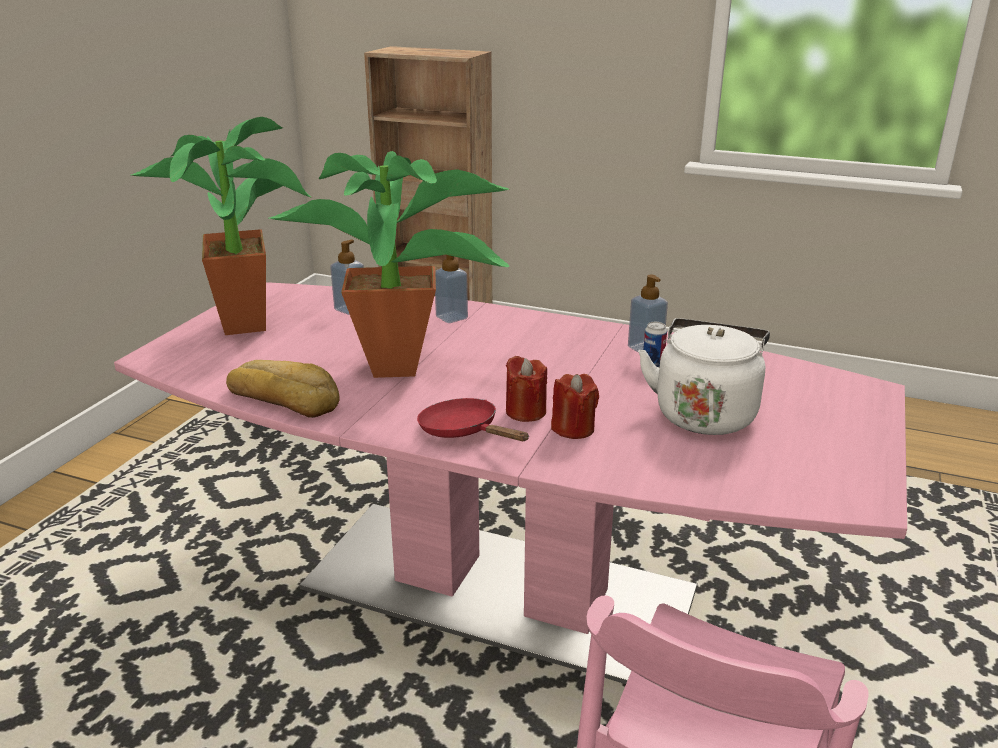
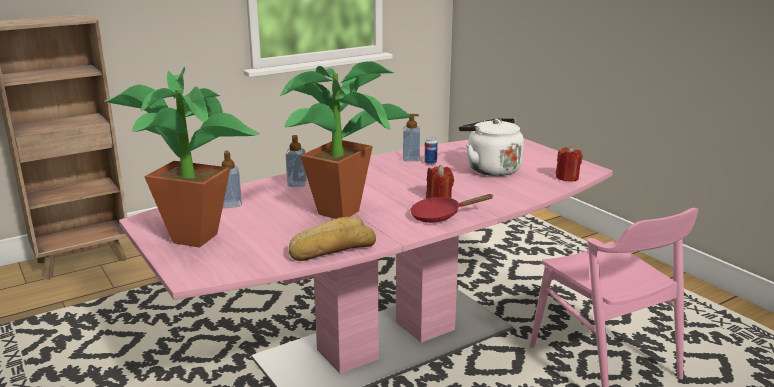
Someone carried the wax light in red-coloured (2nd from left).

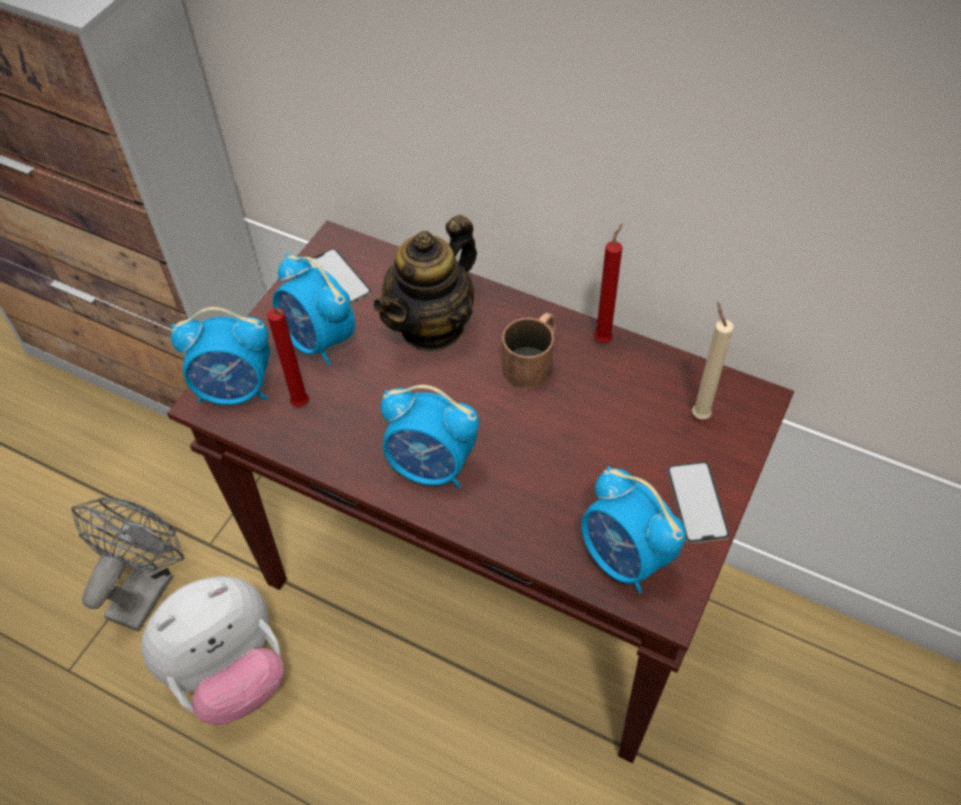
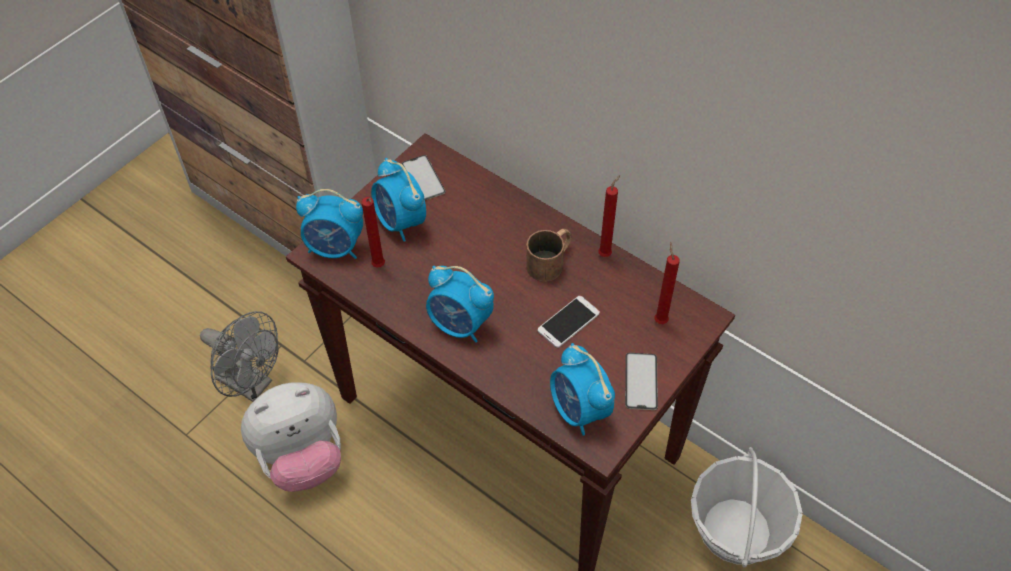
Someone took away the tea pot. Someone put down the handset (2nd from left). Someone put down the basket. Someone repainted the wax light in beige-coloured, which became the wax light in red-coloured (3rd from left). Someone rotated the cooling fan in gray by 90 degrees clockwise.

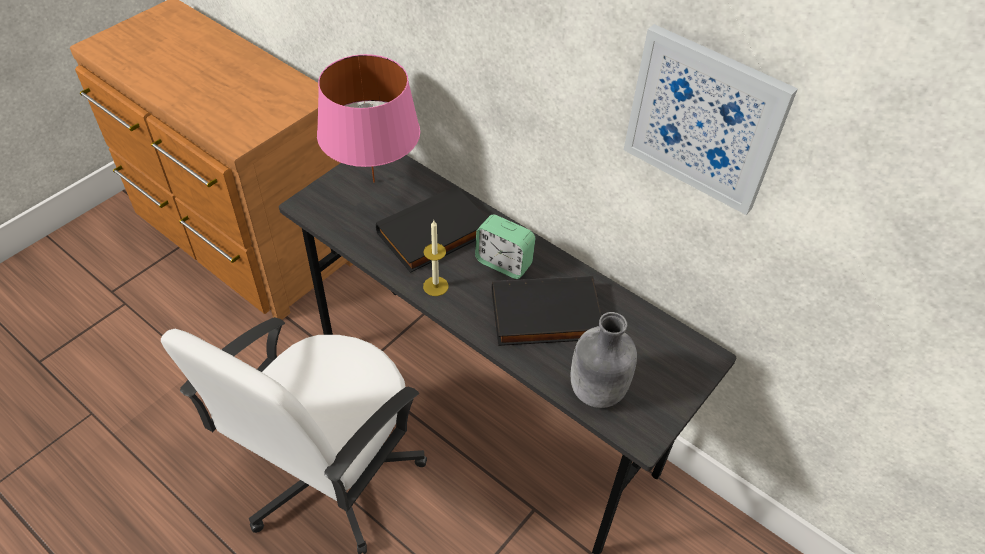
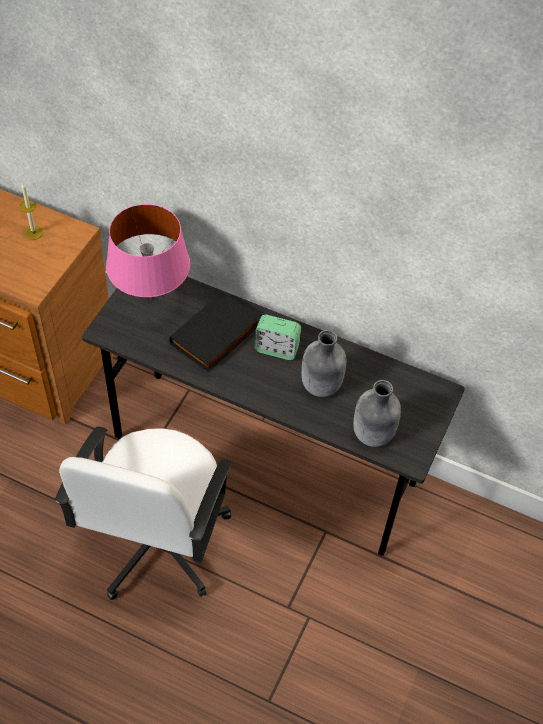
Someone took away the picture. Someone carried the wax light. Someone swapped the volume in blackish (2nd from left) for the drink bottle in gray (1st from left).

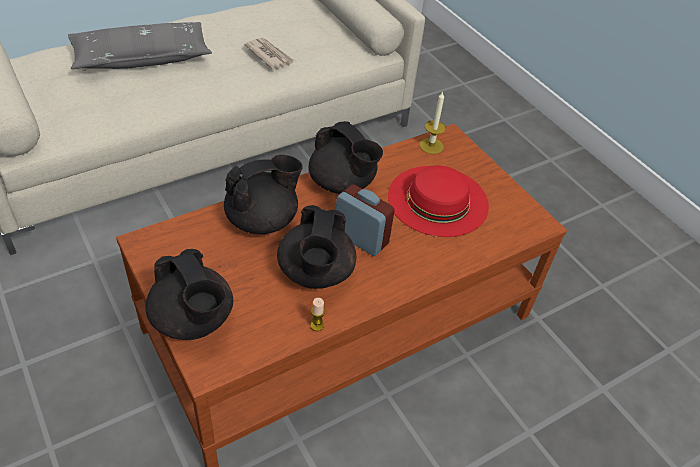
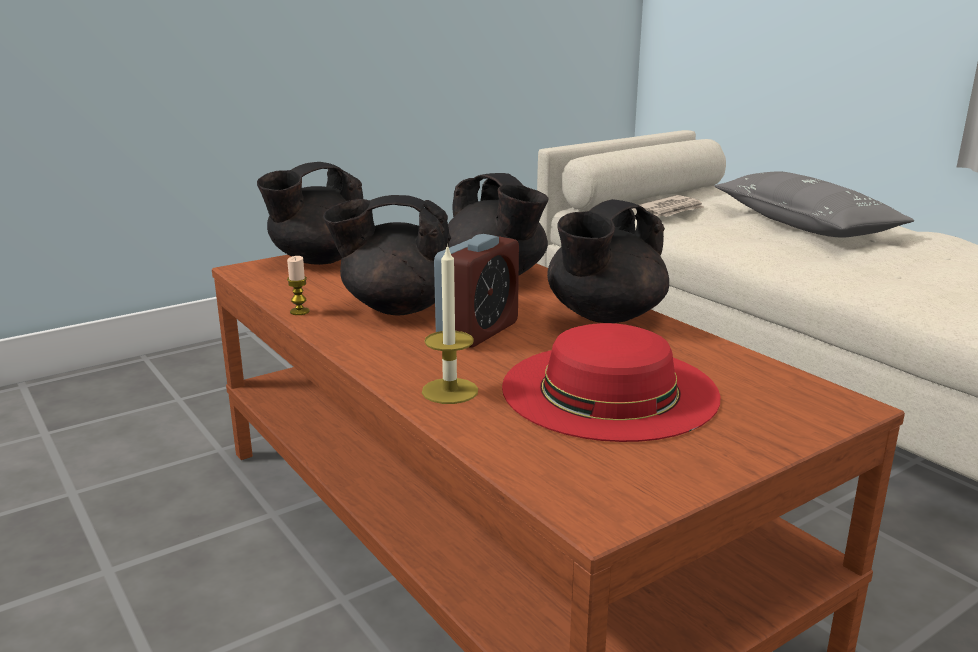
Someone carried the newspaper. Someone carried the wax light (2nd from left).

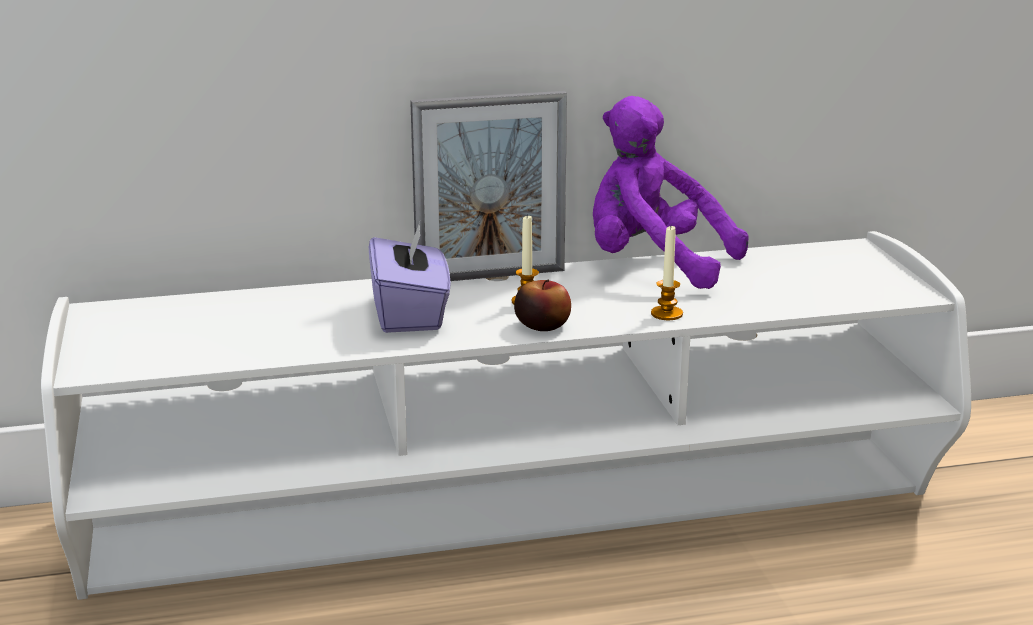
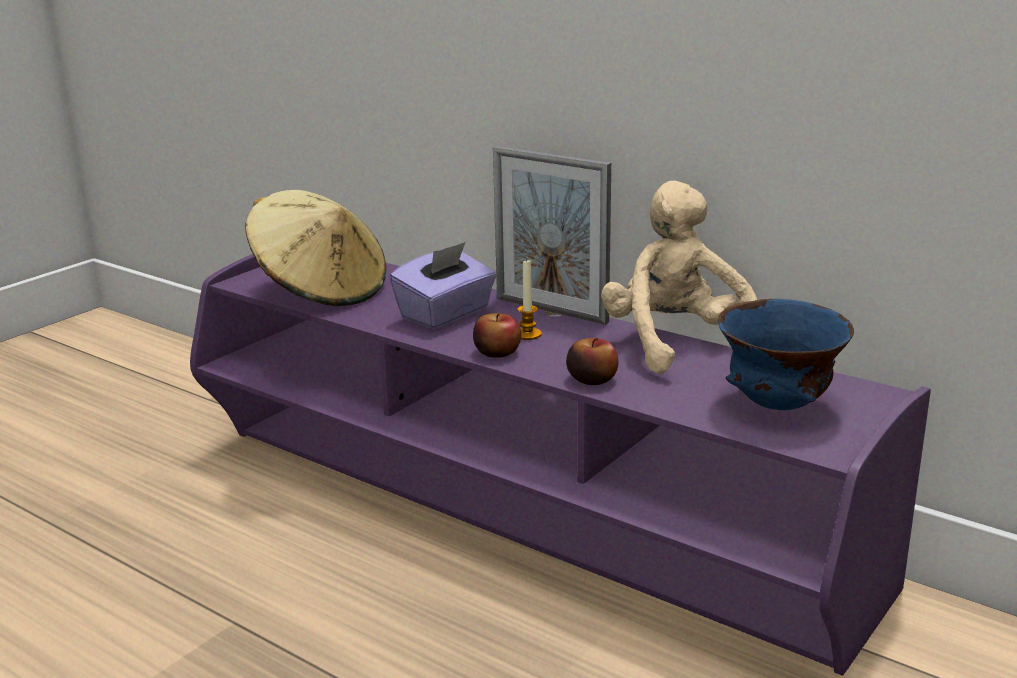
Someone put down the clothing hat in beige-coloured. Someone put down the deep dish in bluish. Someone swapped the wax light (2nd from left) for the apple fruit (2nd from left). Someone repainted the media console in whitish, which became the media console in purplish. Someone repainted the soft toy in purplish, which became the soft toy in beige-coloured.

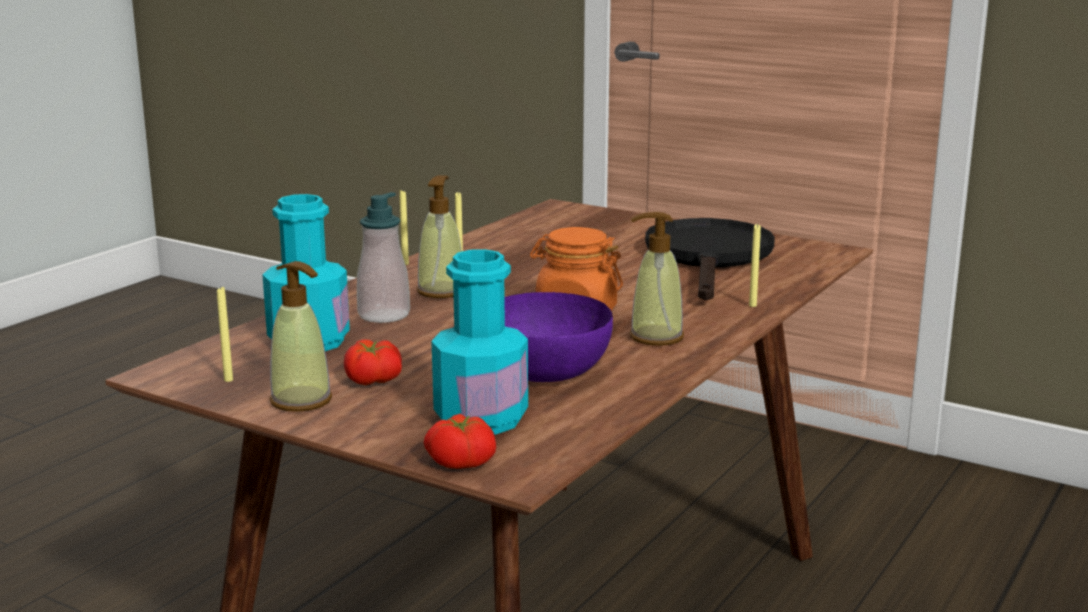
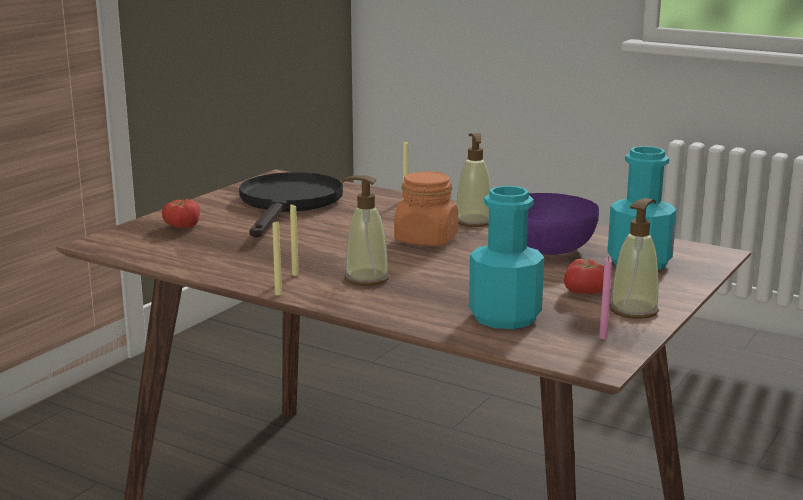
Someone took away the soap dispenser (2nd from left). Someone carried the whole tomato (2nd from left in the first image). Someone repainted the wax light in yellowish (1st from left), which became the wax light in pink. Someone rotated the frying pan in blackish by 90 degrees clockwise.

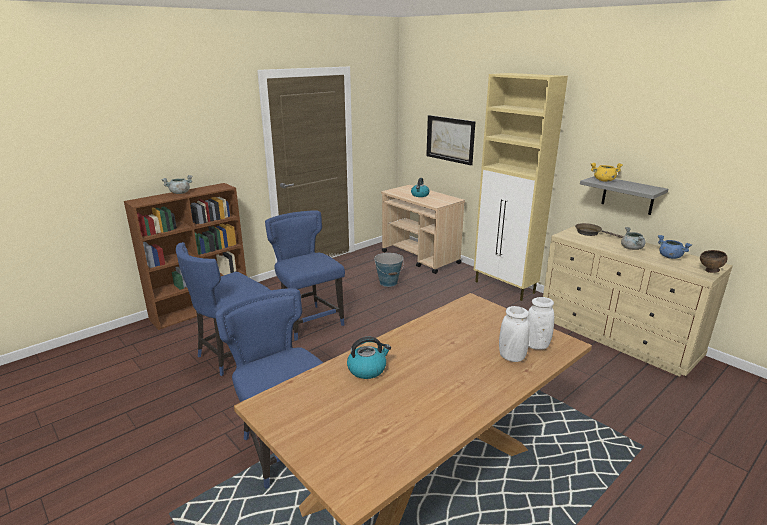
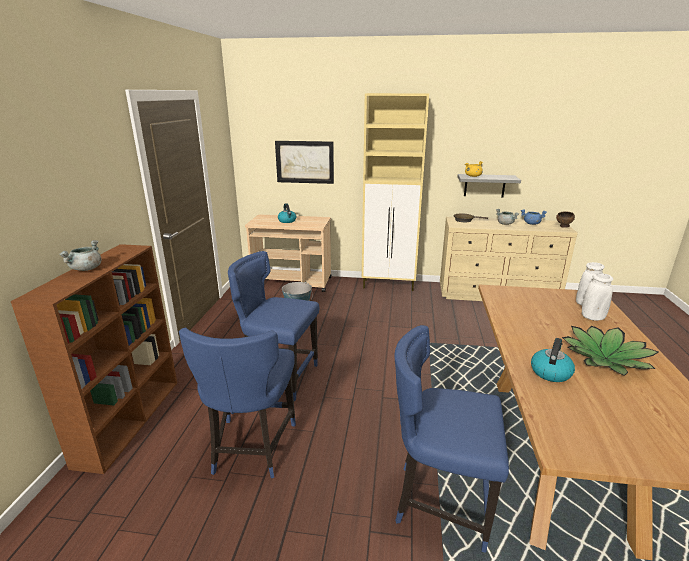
Someone put down the plant in a pot.

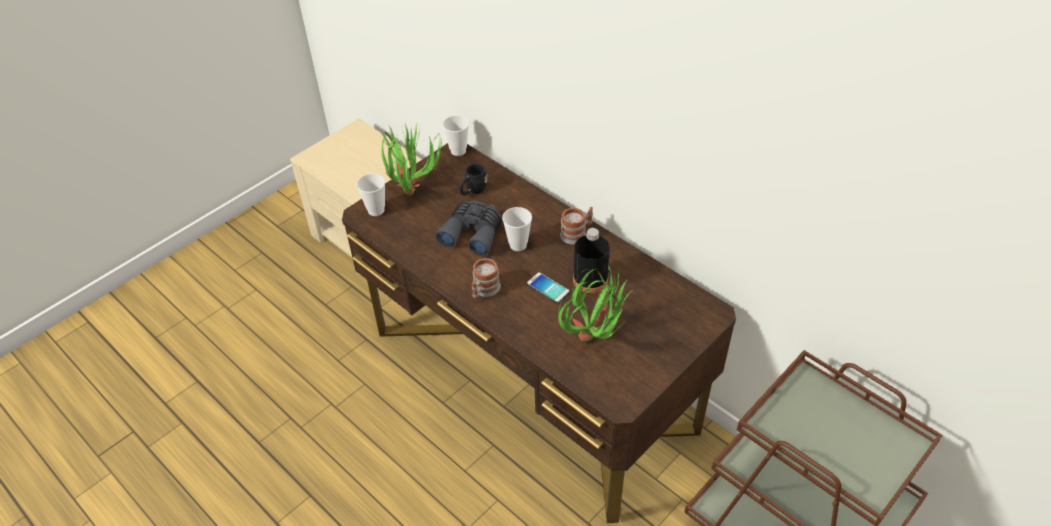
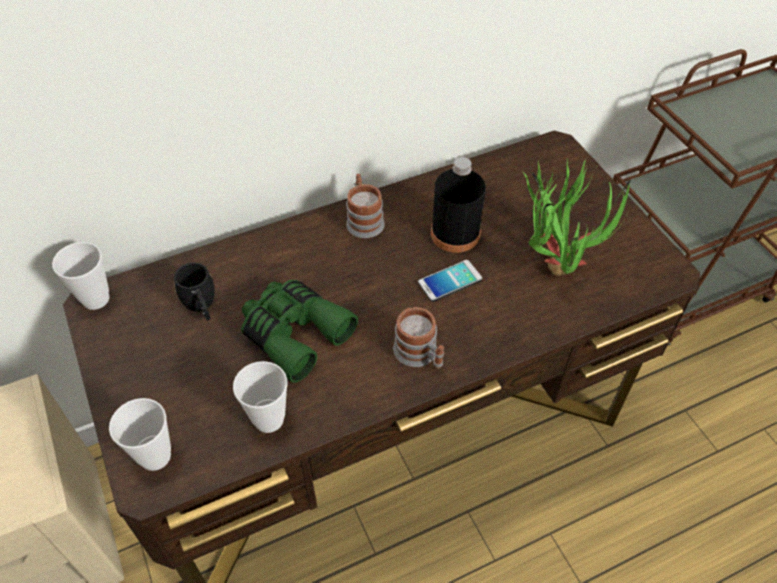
Someone took away the plant in a pot (1st from left). Someone carried the small cup (3rd from left). Someone repainted the pair of binoculars in gray, which became the pair of binoculars in green.

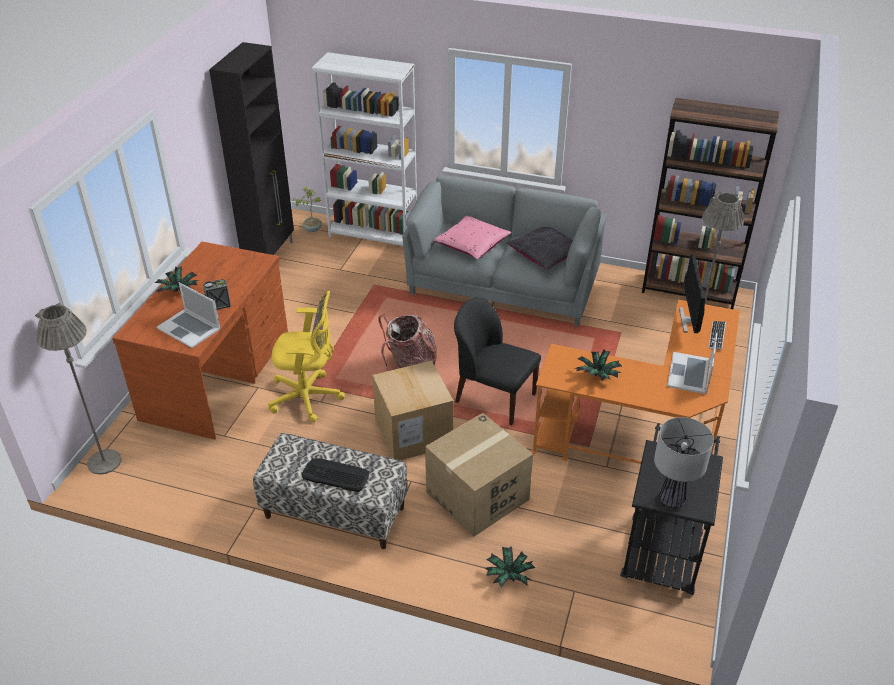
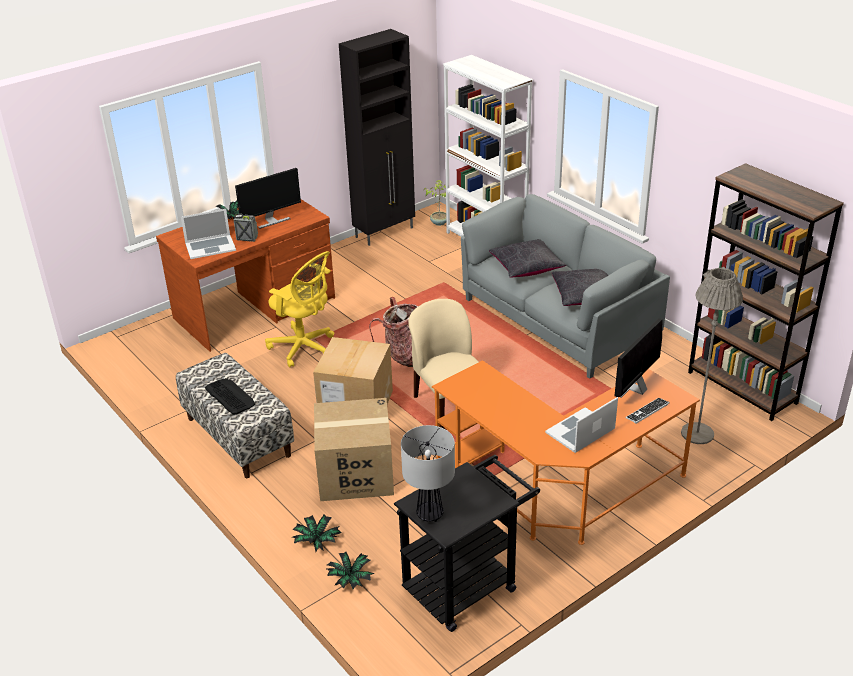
Someone took away the standard lamp in gray (1st from left). Someone put down the monitor (1st from left). Someone carried the plant in a pot (4th from left in the first image). Someone repainted the throw pillow in pink, which became the throw pillow in blackish (1st from left). Someone repainted the upright chair in blackish, which became the upright chair in beige-coloured. Someone rotated the portable computer (1st from left) by 90 degrees counterclockwise.

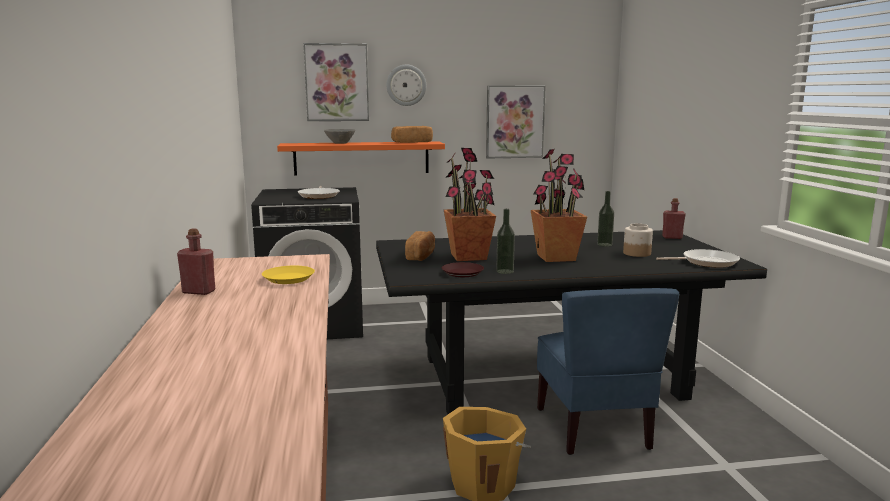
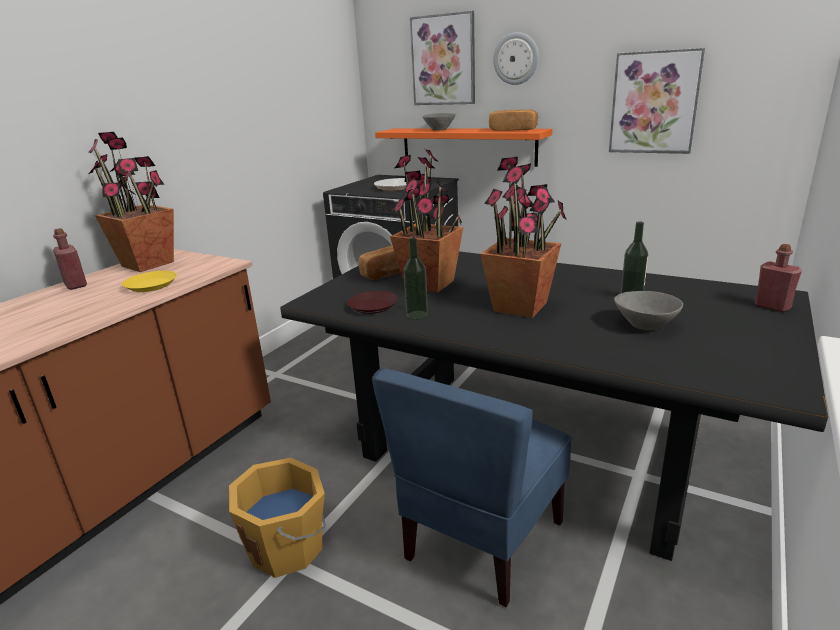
Someone took away the frying pan (2nd from left). Someone put down the plant in a pot (1st from left). Someone swapped the preserve jar for the deep dish in gray (2nd from left).

